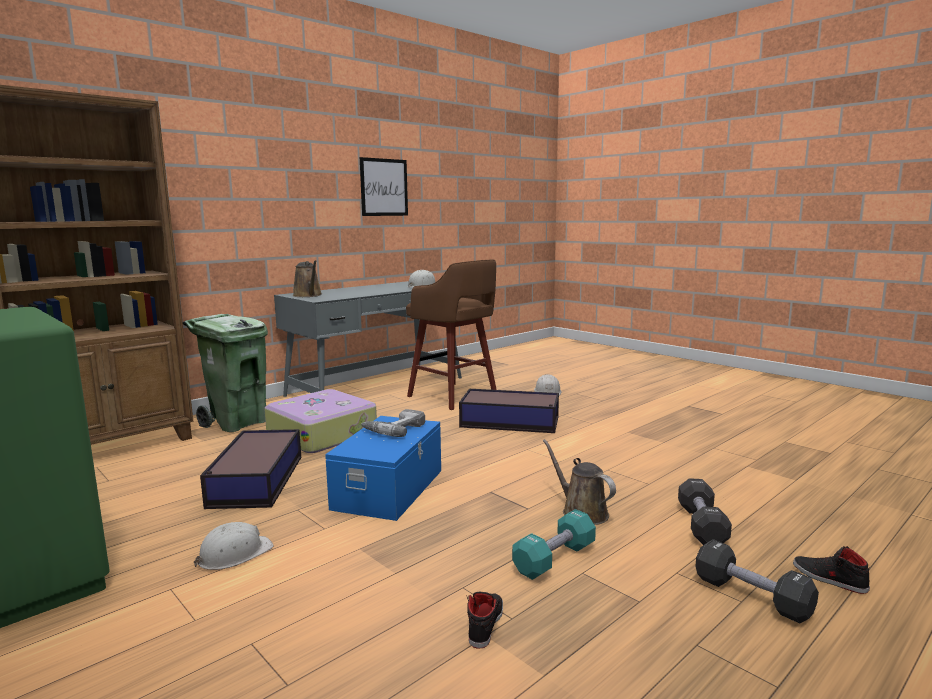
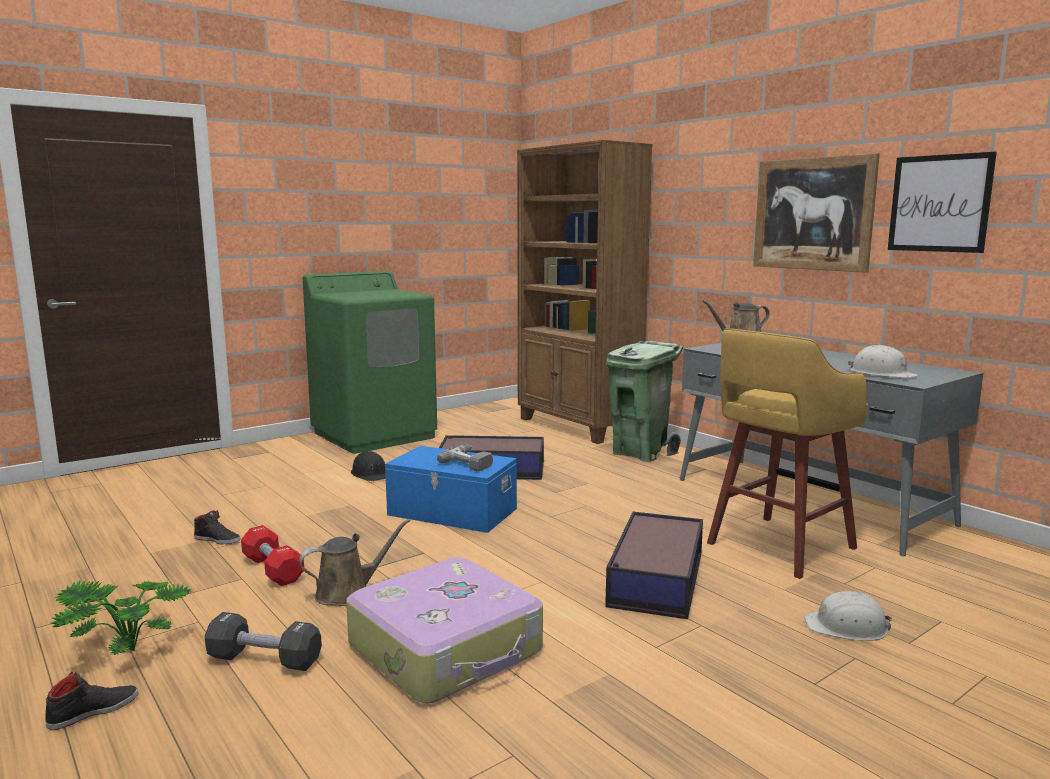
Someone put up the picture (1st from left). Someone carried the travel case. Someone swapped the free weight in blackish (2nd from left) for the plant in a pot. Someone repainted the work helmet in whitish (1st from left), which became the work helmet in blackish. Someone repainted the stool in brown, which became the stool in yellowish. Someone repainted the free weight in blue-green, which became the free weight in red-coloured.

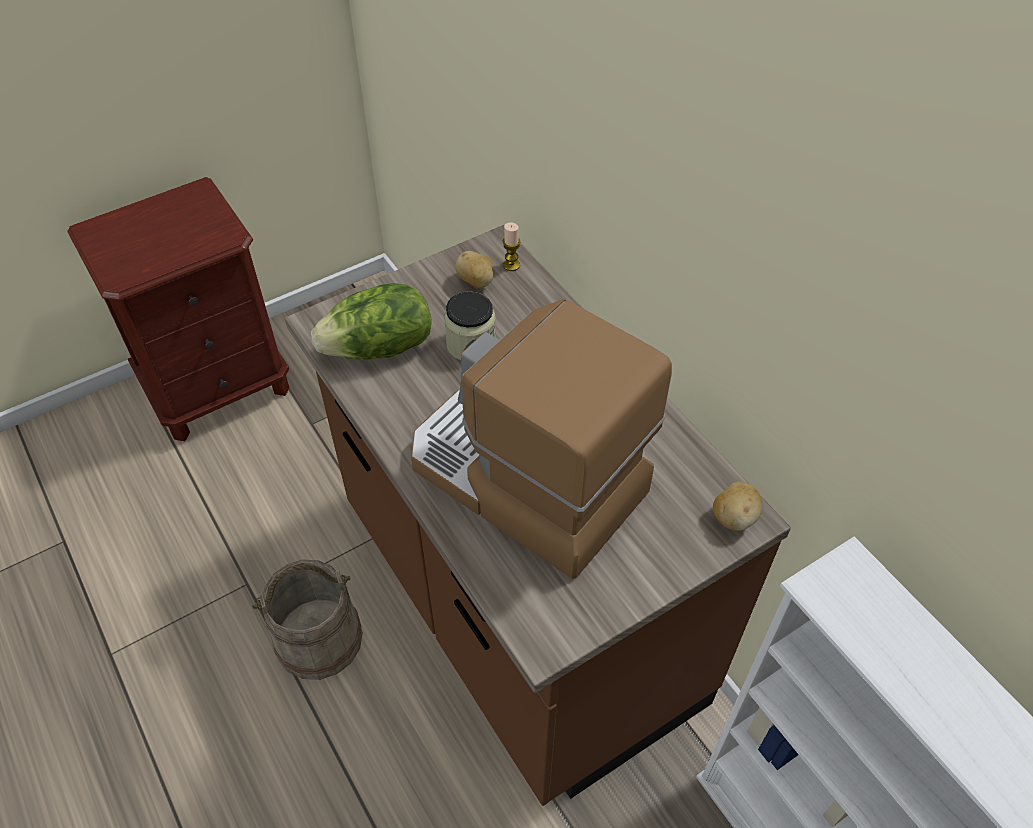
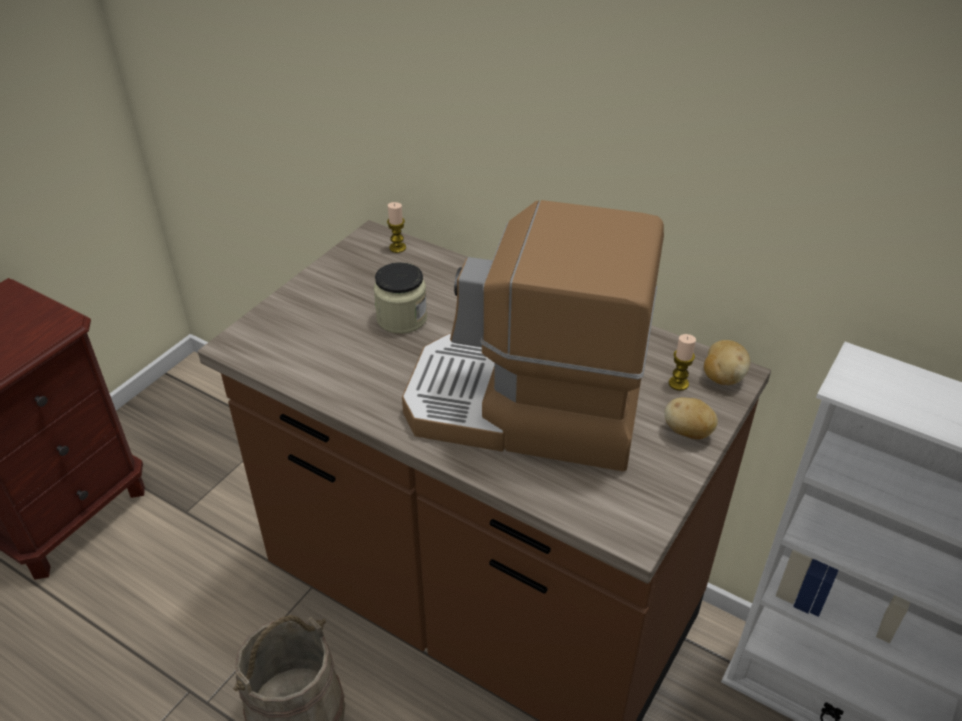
Someone took away the head of lettuce. Someone put down the wax light (2nd from left). Someone carried the spud (1st from left).

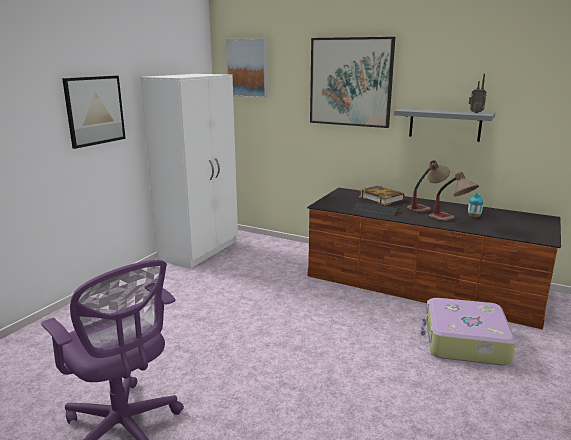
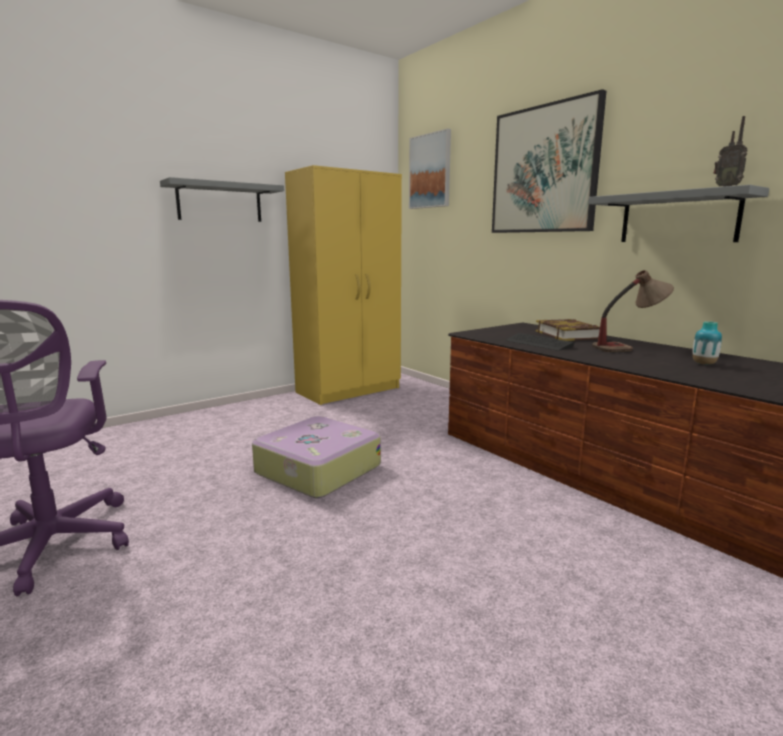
Someone took away the tabletop lamp (2nd from left). Someone carried the travel case. Someone swapped the picture (1st from left) for the wall shelf in gray (1st from left). Someone repainted the clothes cupboard in whitish, which became the clothes cupboard in yellowish.

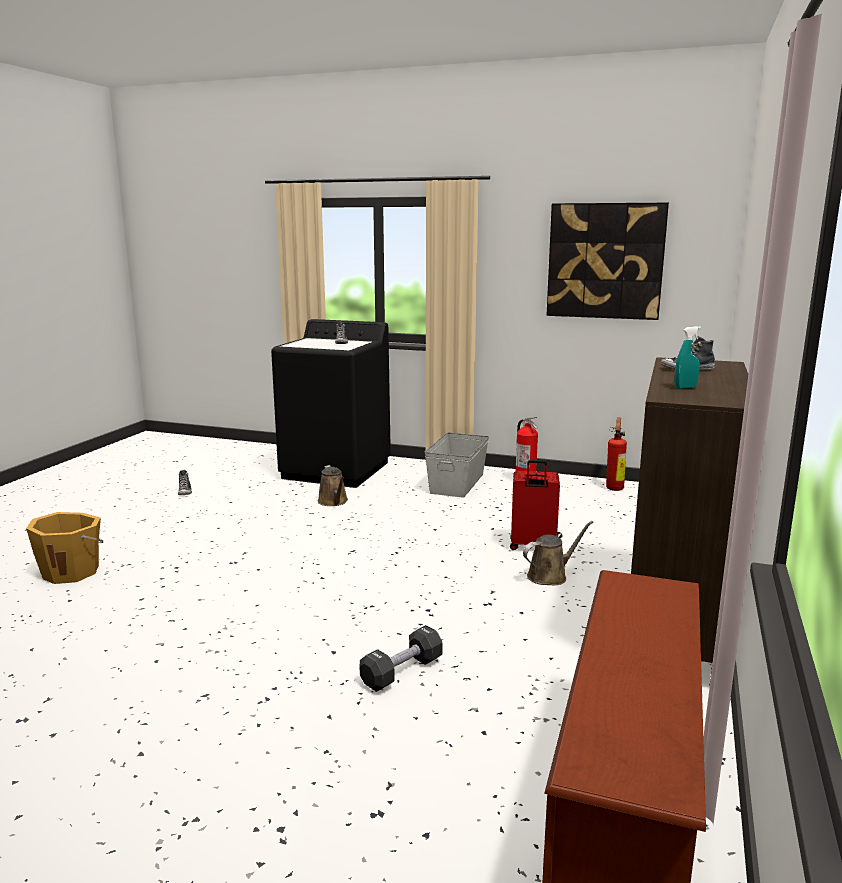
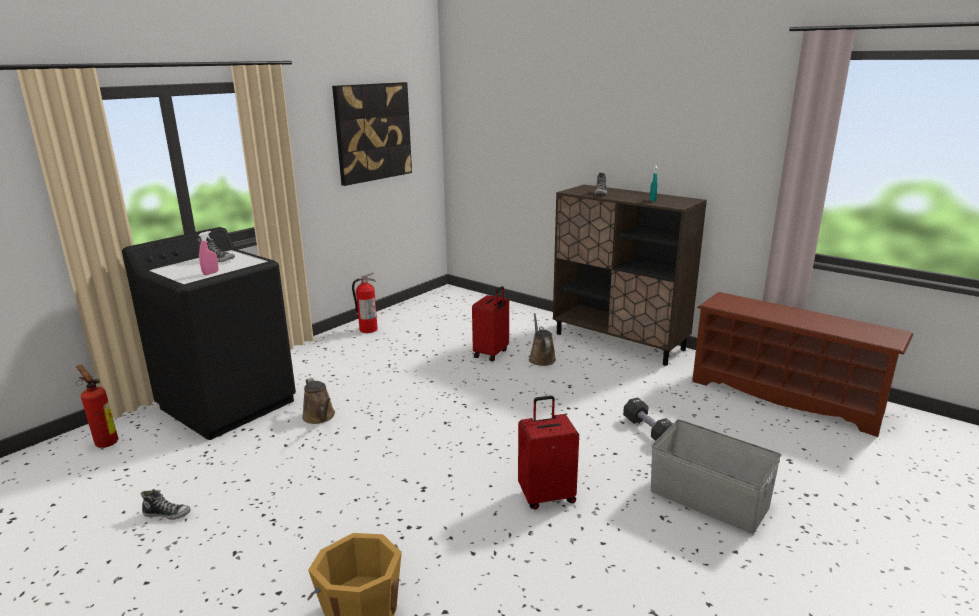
Someone put down the spray bottle in pink. Someone put down the travel case in red-coloured (2nd from left). Someone carried the storage box in gray. Someone carried the fire-fighting cylinder (2nd from left in the first image). Someone rotated the watering can in brown (1st from left) by 60 degrees clockwise.

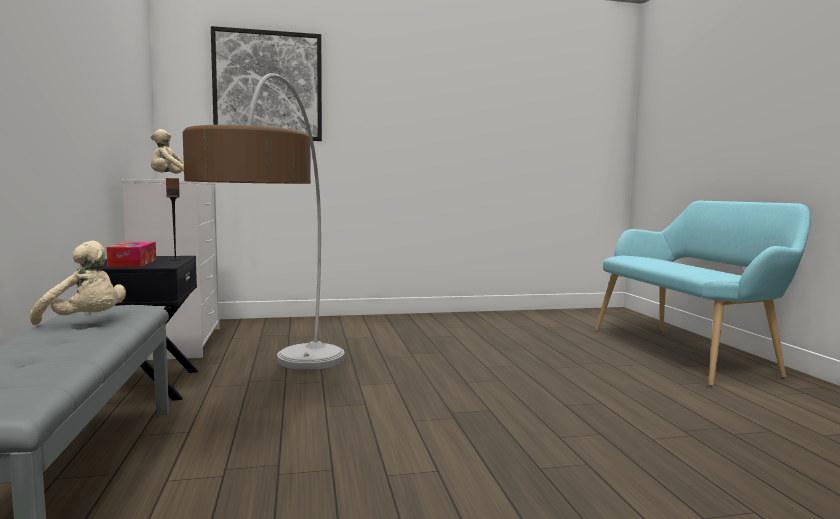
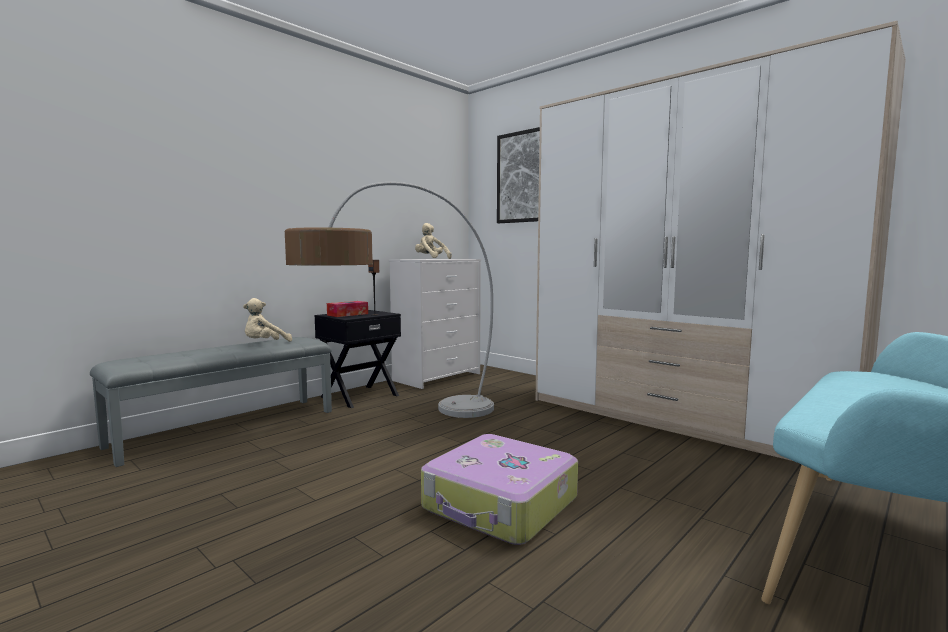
Someone put down the travel case. Someone put down the clothes cupboard. Someone rotated the soft toy in beige-coloured (1st from left) by 60 degrees clockwise.

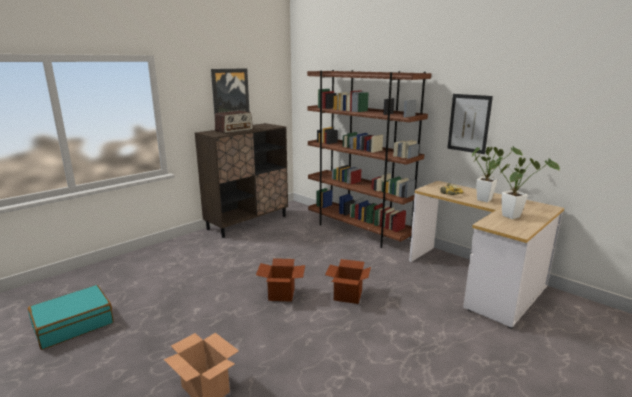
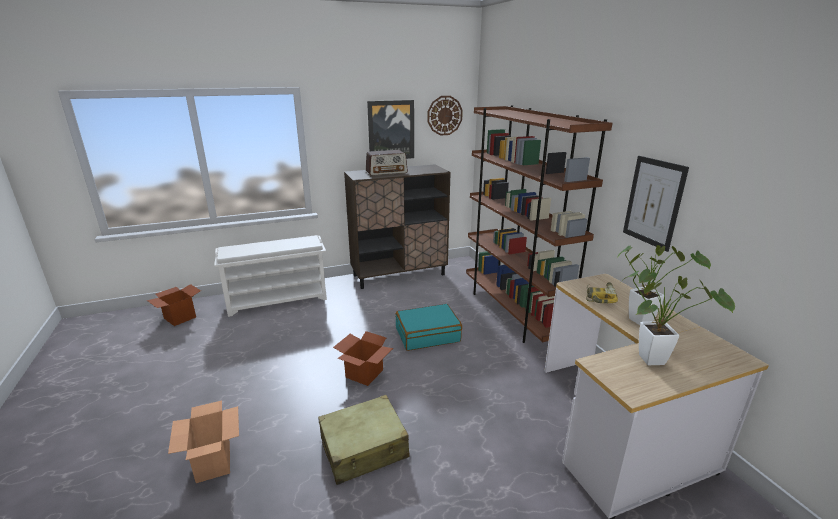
Someone put down the shoe stand in whitish. Someone put down the travel case in beige-coloured. Someone put up the wall clock. Someone carried the travel case in blue-green. Someone carried the cardboard box (3rd from left in the first image).

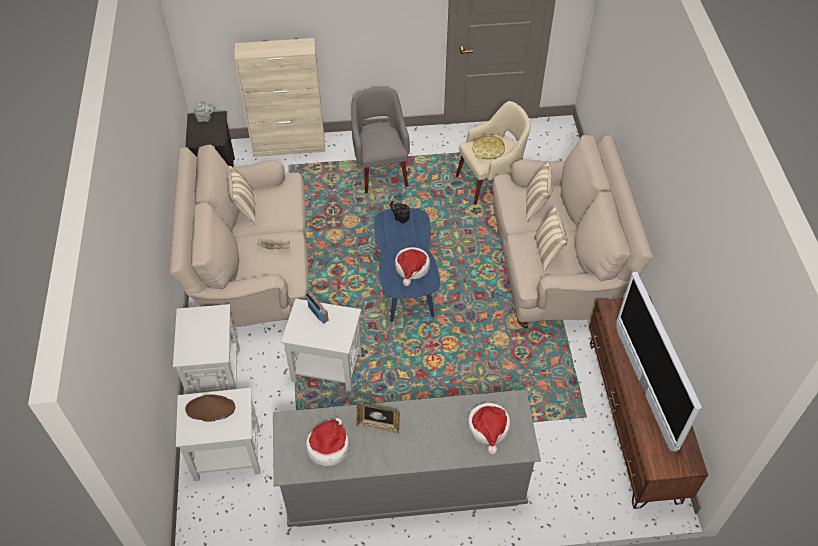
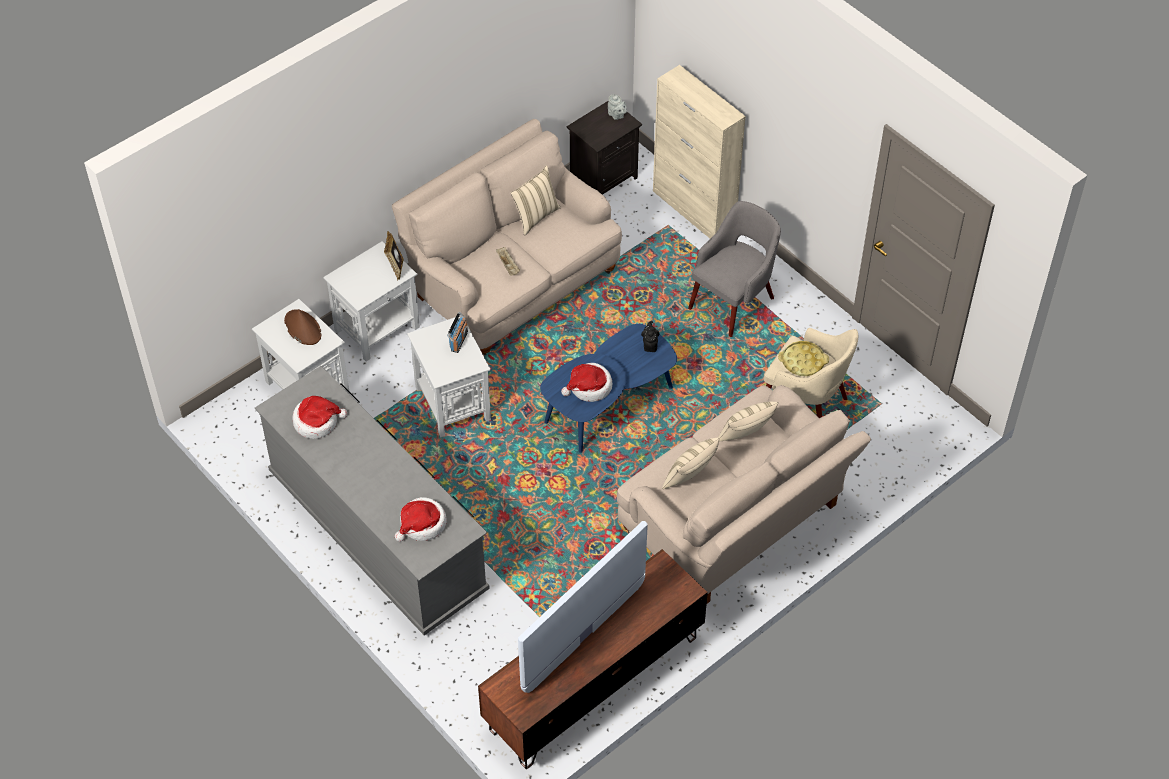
Someone carried the photo frame.

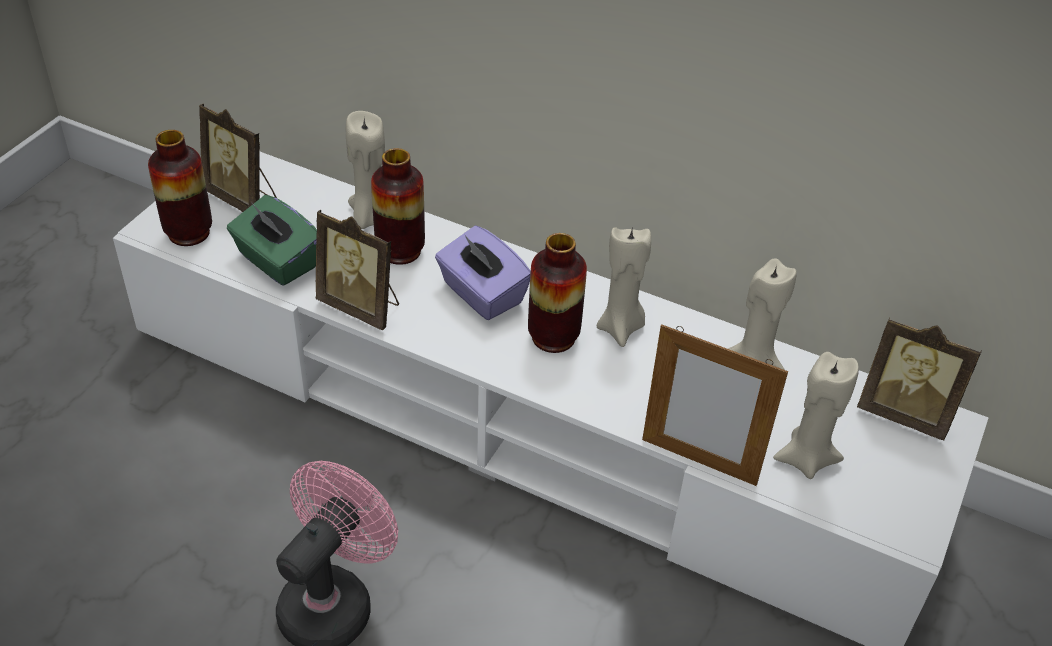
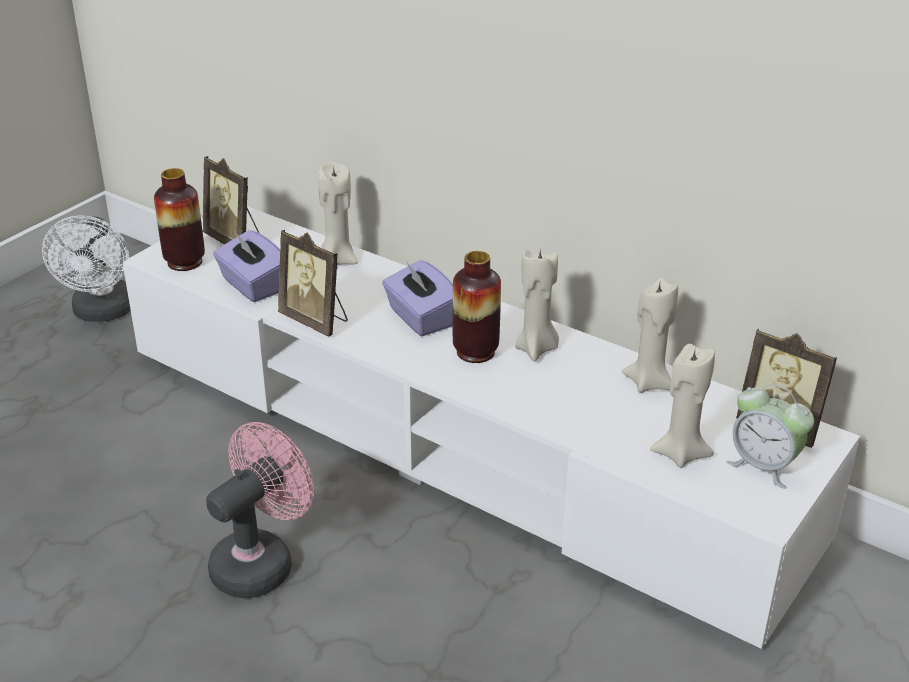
Someone took away the vase (2nd from left). Someone took away the photo frame (3rd from left). Someone put down the cooling fan in whitish. Someone put down the bedside clock. Someone repainted the box of tissues in green, which became the box of tissues in purplish (1st from left).

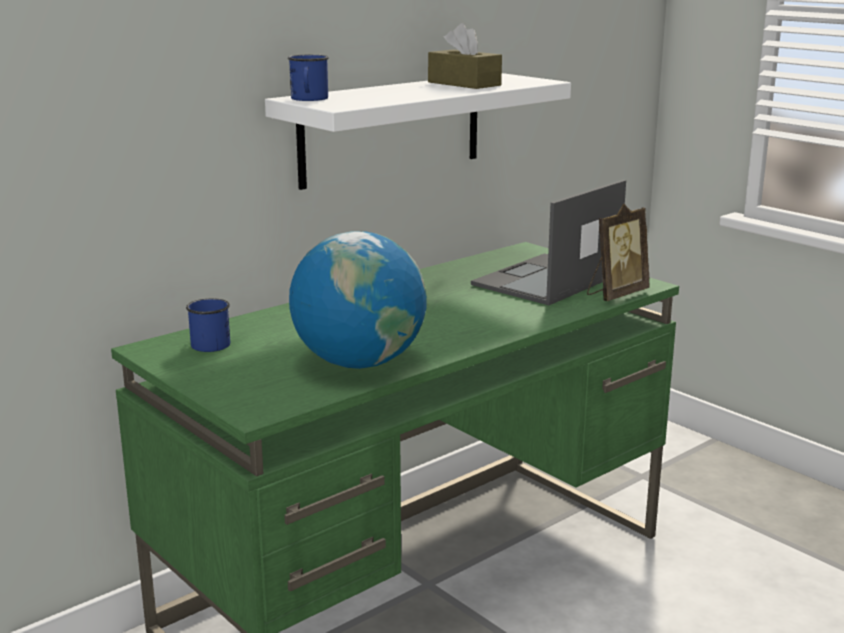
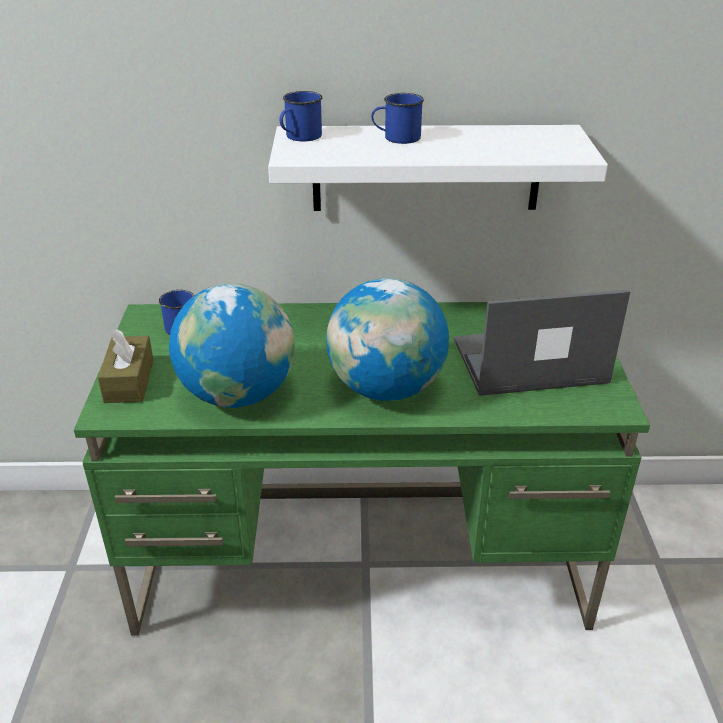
Someone took away the photo frame. Someone put down the globe (2nd from left). Someone put down the coffee mug in bluish (3rd from left). Someone carried the box of tissues in brown.

